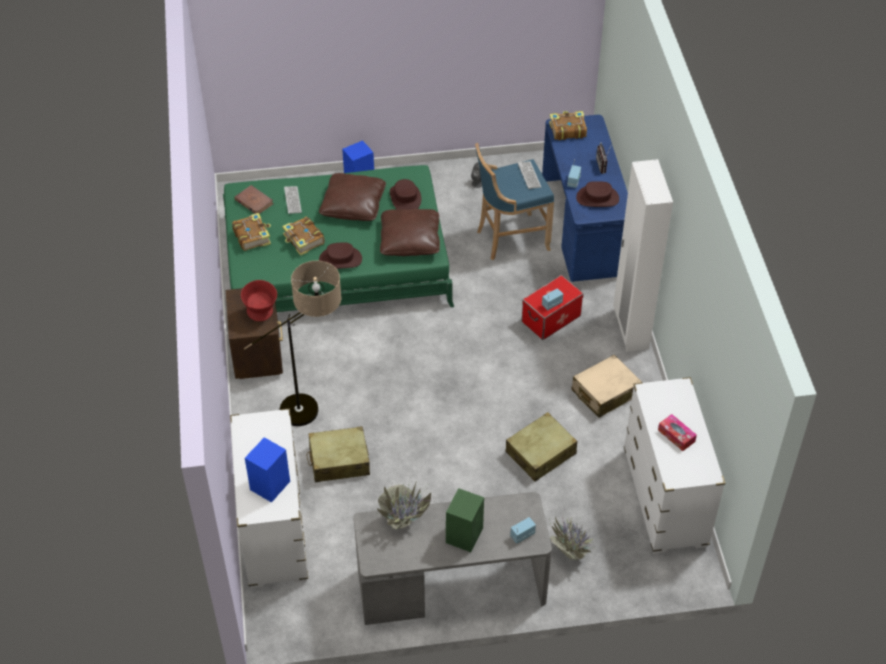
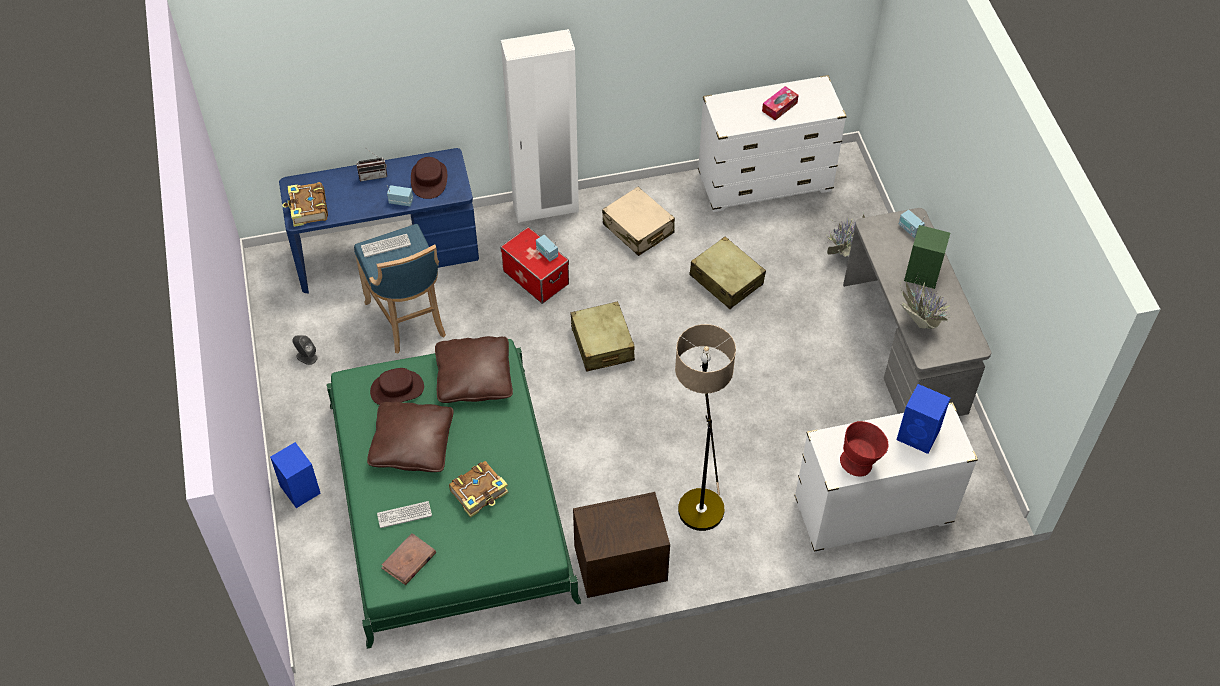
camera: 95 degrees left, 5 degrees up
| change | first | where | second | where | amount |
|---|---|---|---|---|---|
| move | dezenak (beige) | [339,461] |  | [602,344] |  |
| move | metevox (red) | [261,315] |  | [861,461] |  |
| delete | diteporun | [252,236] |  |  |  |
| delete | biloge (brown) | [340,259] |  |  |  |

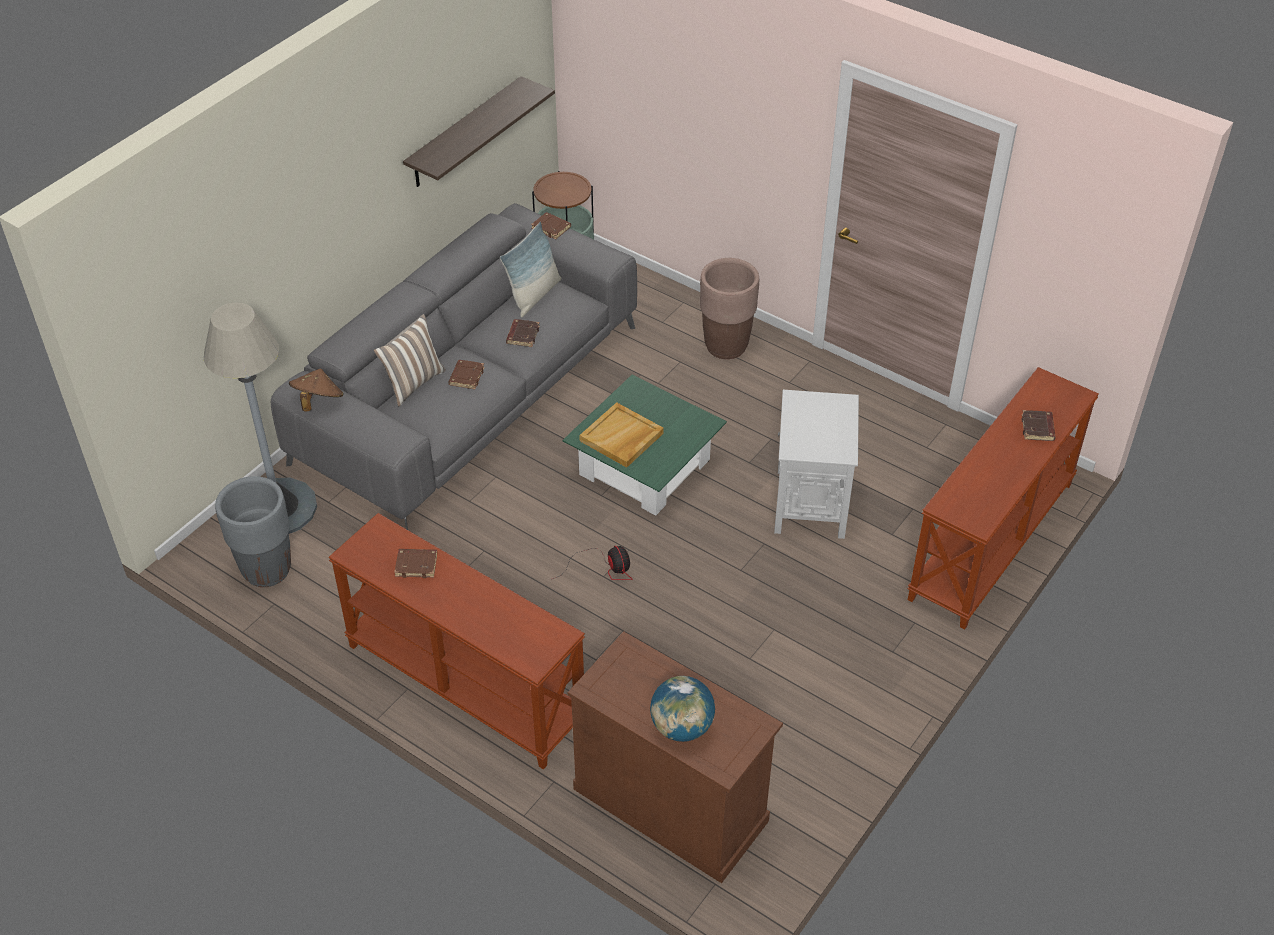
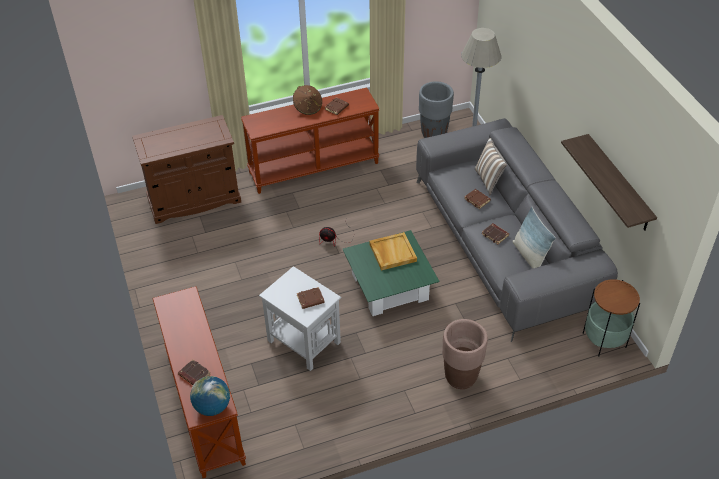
camera: 125 degrees right, 0 degrees up
| change | first | where | second | where | amount |
|---|---|---|---|---|---|
| move | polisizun | [682,727] |  | [212,407] |  |
| move | biloge (brown) | [318,401] |  | [308,107] |  |
| move | diteporun (brown) | [552,228] |  | [310,300] |  |

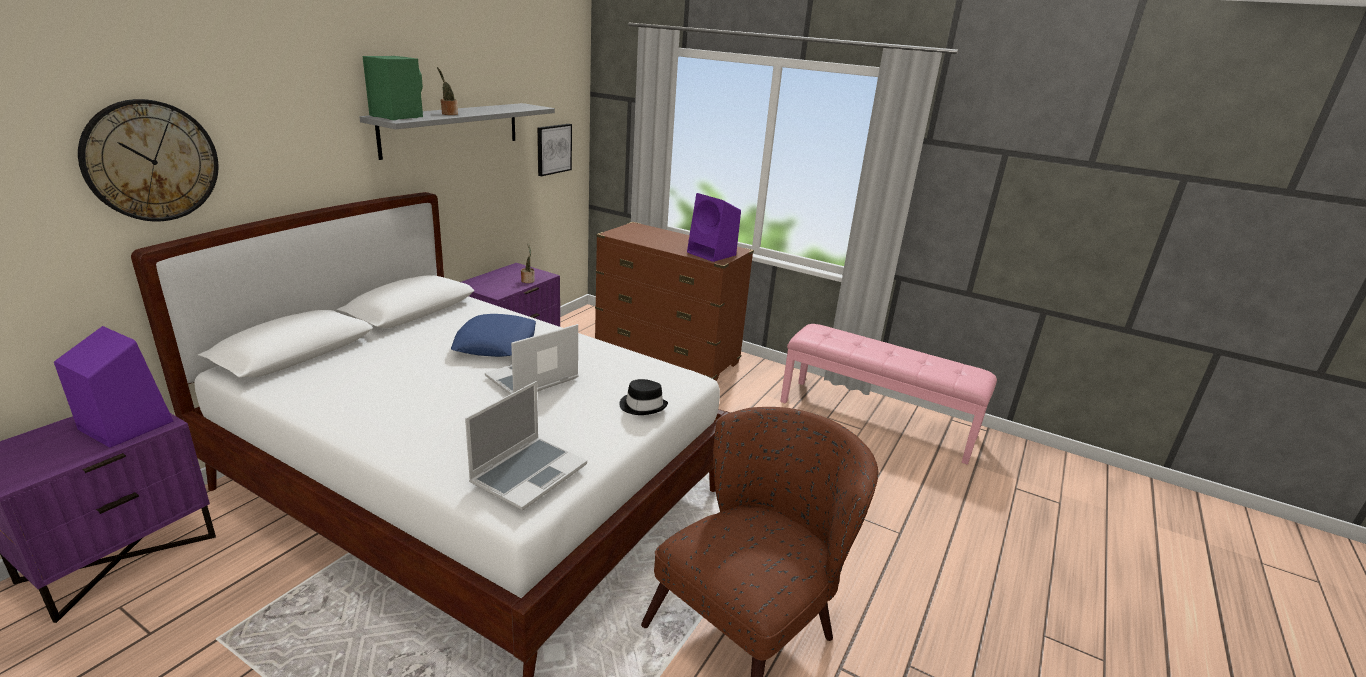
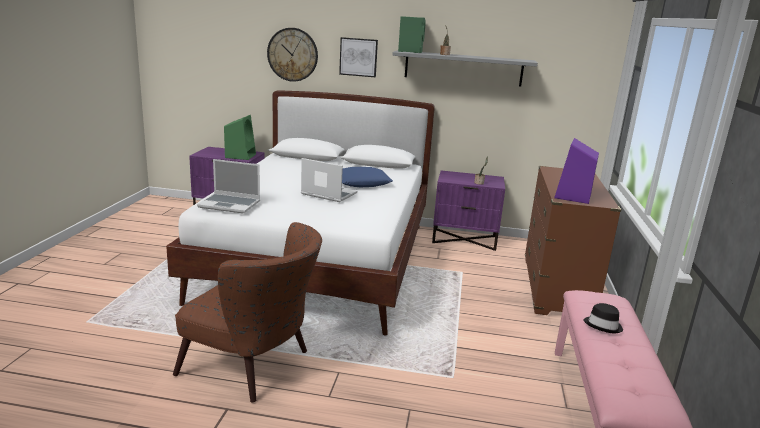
camera: 70 degrees right, 5 degrees down
| change | first | where | second | where | amount |
|---|---|---|---|---|---|
| recolor | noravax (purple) | [124,425] | noravax (green) | [240,156] |  |
| move | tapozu | [553,149] |  | [358,57] |  |
| move | biloge (black) | [643,406] |  | [603,325] |  |

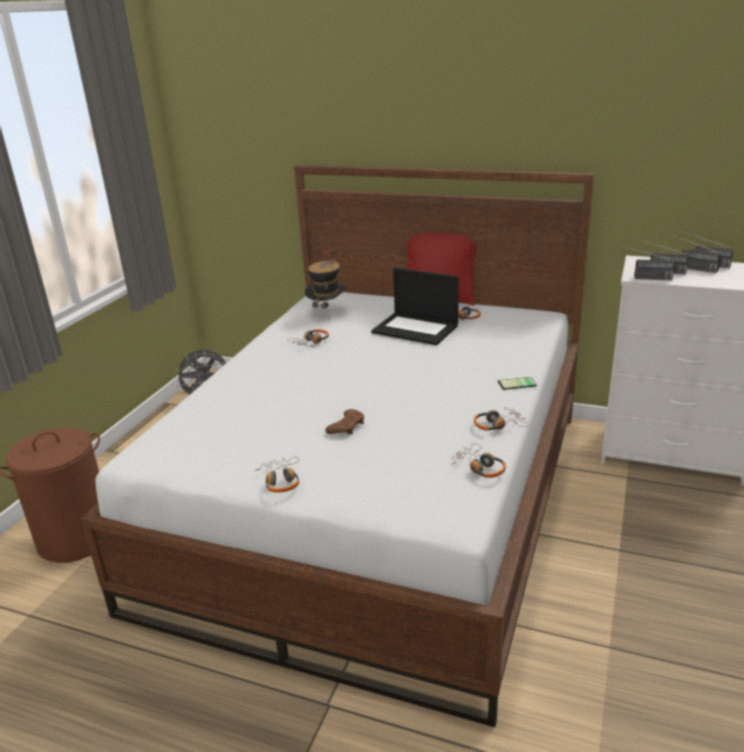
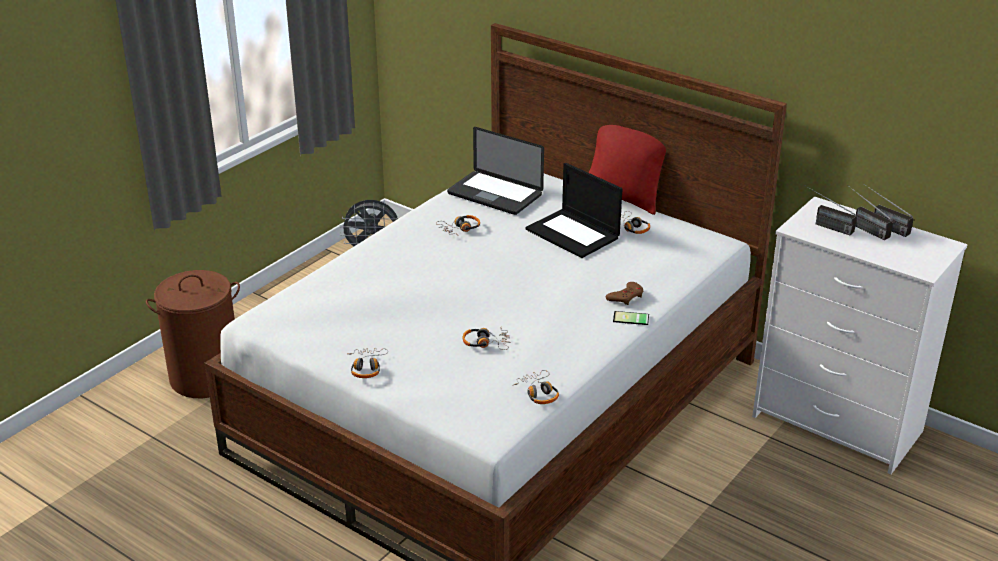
camera: 15 degrees right, 5 degrees up
| change | first | where | second | where | amount |
|---|---|---|---|---|---|
| replace | biloge | [327,313] | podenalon | [494,194] |  |
| move | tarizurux | [498,425] |  | [486,343] |  |
| move | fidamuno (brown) | [347,426] |  | [626,297] |  |
| delete | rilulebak | [643,278] |  |  |  |

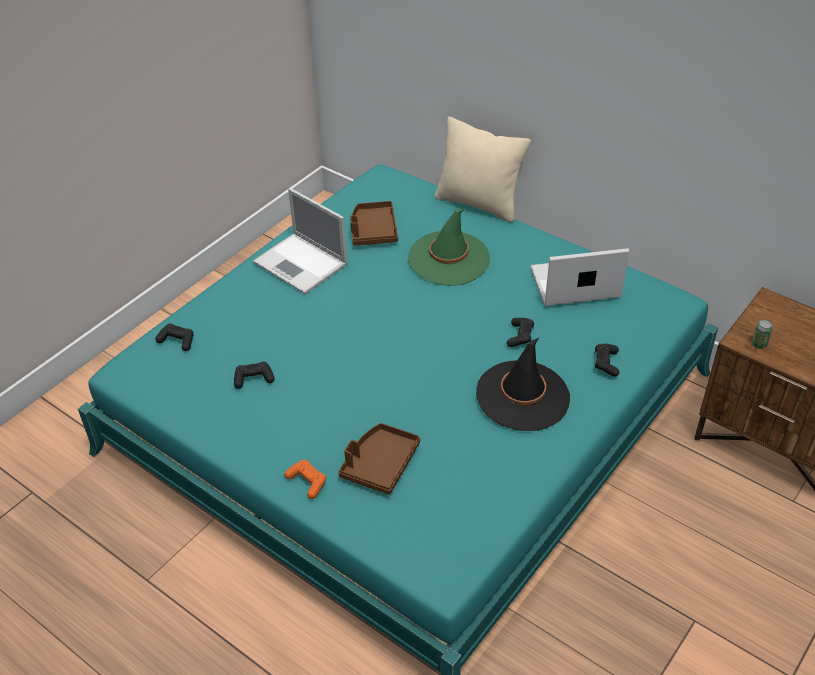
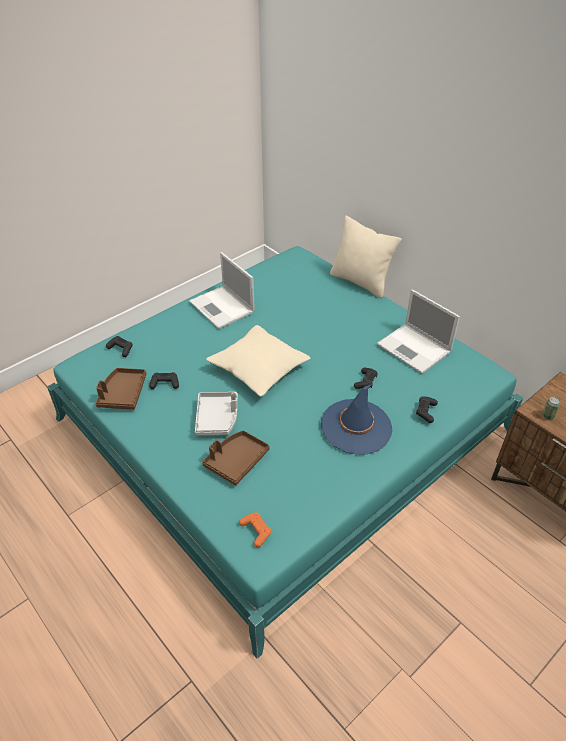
camera: 10 degrees right, 0 degrees up
| change | first | where | second | where | amount |
|---|---|---|---|---|---|
| move | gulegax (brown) | [373,231] |  | [122,394] |  |
| insert |  |  | gulegax (grey) | [217,418] |  |
| insert |  |  | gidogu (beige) | [258,368] |  |
| move | fidamuno (orange) | [307,482] |  | [256,531] |  |
| recolor | biloge (black) | [523,396] | biloge (blue) | [356,427] |  |
| rotate | podenalon | [573,284] |  | [415,349] | 135 degrees counterclockwise |
| delete | biloge (green) | [449,259] |  |  |  |

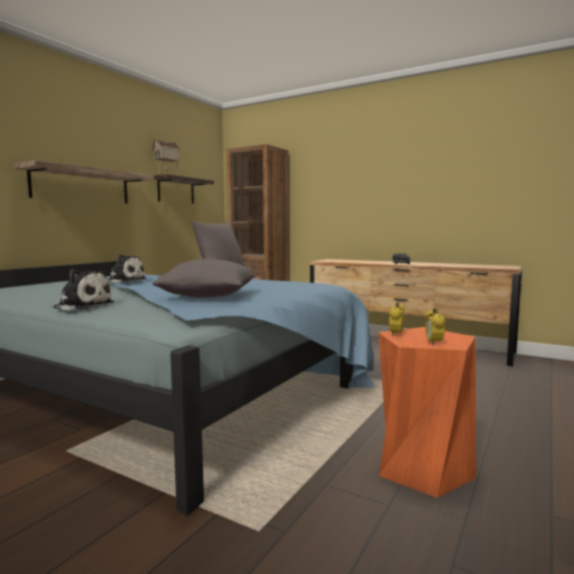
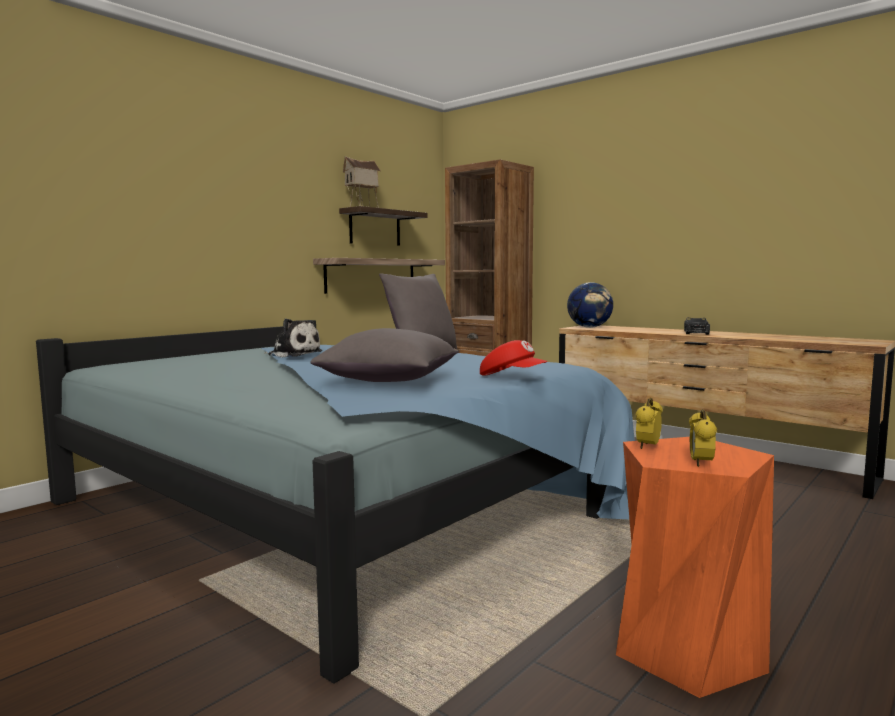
camera: 10 degrees right, 0 degrees up
| change | first | where | second | where | amount |
|---|---|---|---|---|---|
| move | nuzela | [82,186] |  | [371,275] |  |
| insert |  |  | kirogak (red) | [512,377] |  |
| insert |  |  | polisizun | [589,327] |  |
| delete | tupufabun | [82,306] |  |  |  |

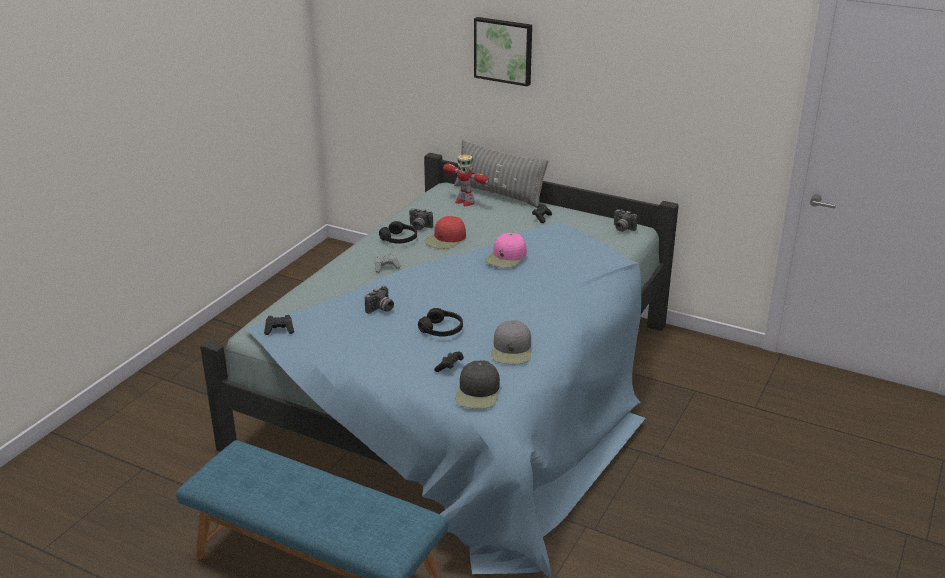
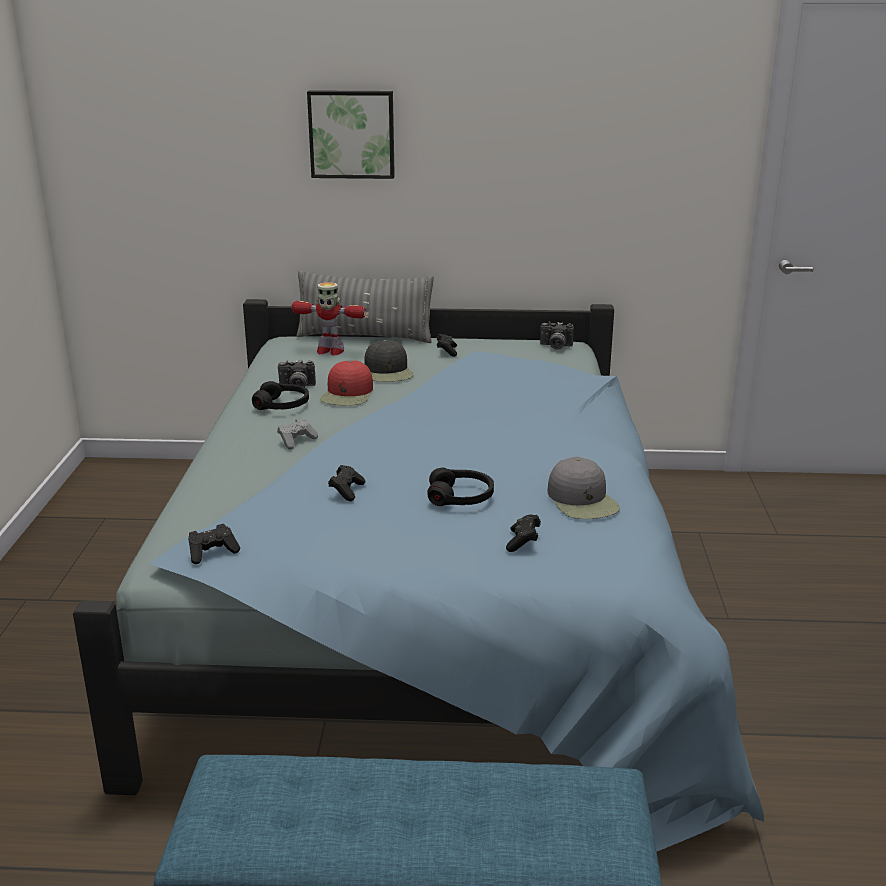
camera: 25 degrees left, 5 degrees down
| change | first | where | second | where | amount |
|---|---|---|---|---|---|
| replace | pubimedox | [381,309] | fidamuno (black) | [347,491] |  |
| move | kirogak (black) | [478,392] |  | [388,372] |  |
| delete | kirogak (pink) | [506,257] |  |  |  |

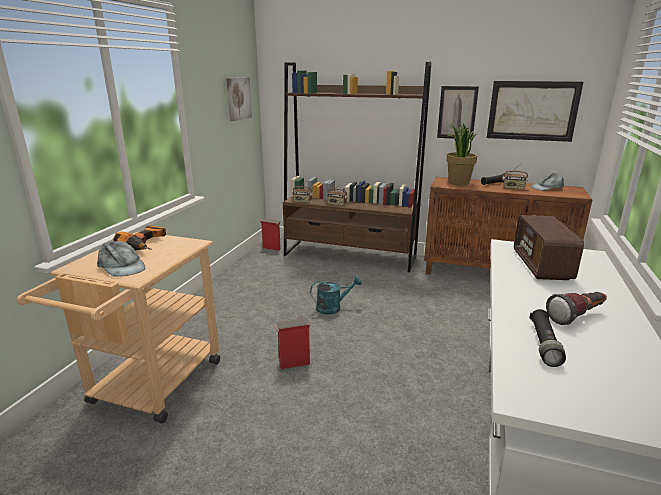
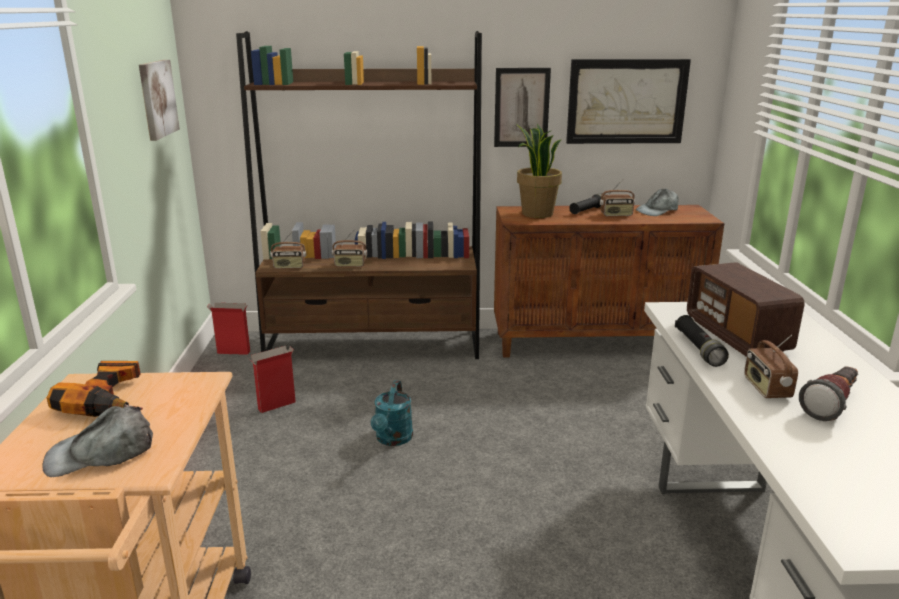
camera: 20 degrees left, 0 degrees up
| change | first | where | second | where | amount |
|---|---|---|---|---|---|
| rotate | kirogak (grey) | [121,267] |  | [100,453] | 135 degrees clockwise |
| move | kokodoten | [294,364] |  | [276,406] |  |
| rotate | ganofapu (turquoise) | [333,308] |  | [392,439] | 135 degrees clockwise |
| move | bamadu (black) | [544,344] |  | [698,349] |  |
| insert |  |  | rilulebak | [766,388] |  |

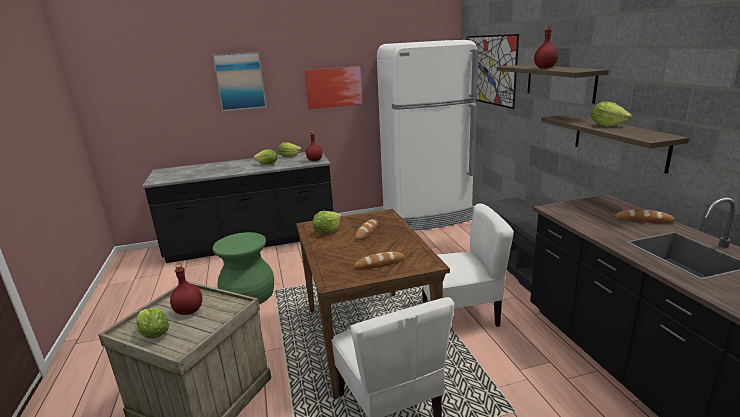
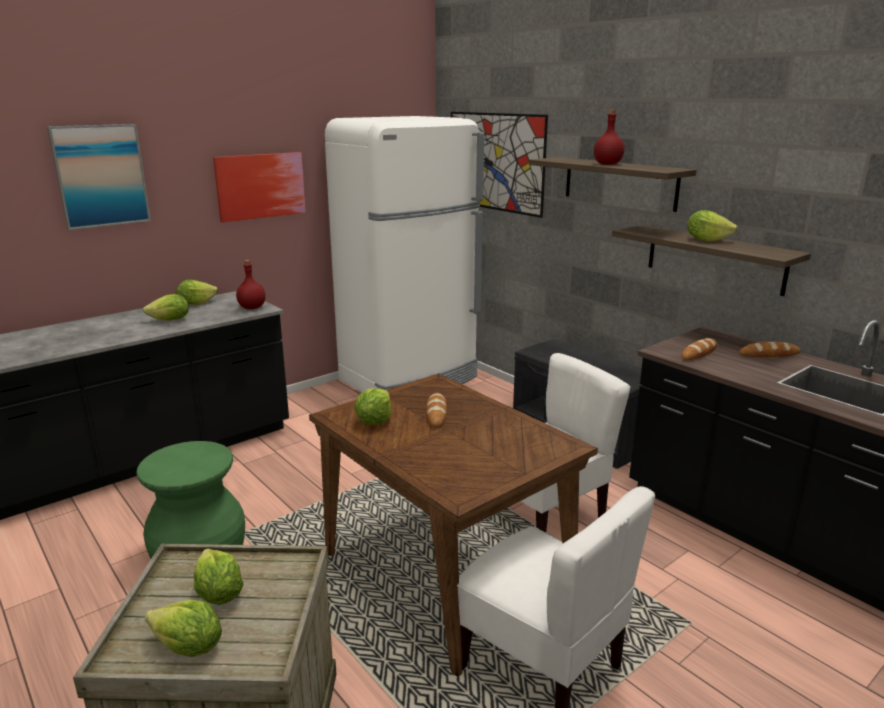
camera: 25 degrees left, 0 degrees up
| change | first | where | second | where | amount |
|---|---|---|---|---|---|
| replace | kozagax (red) | [188,311] | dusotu | [218,594] |  |
| move | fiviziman | [379,263] |  | [699,353] |  |

